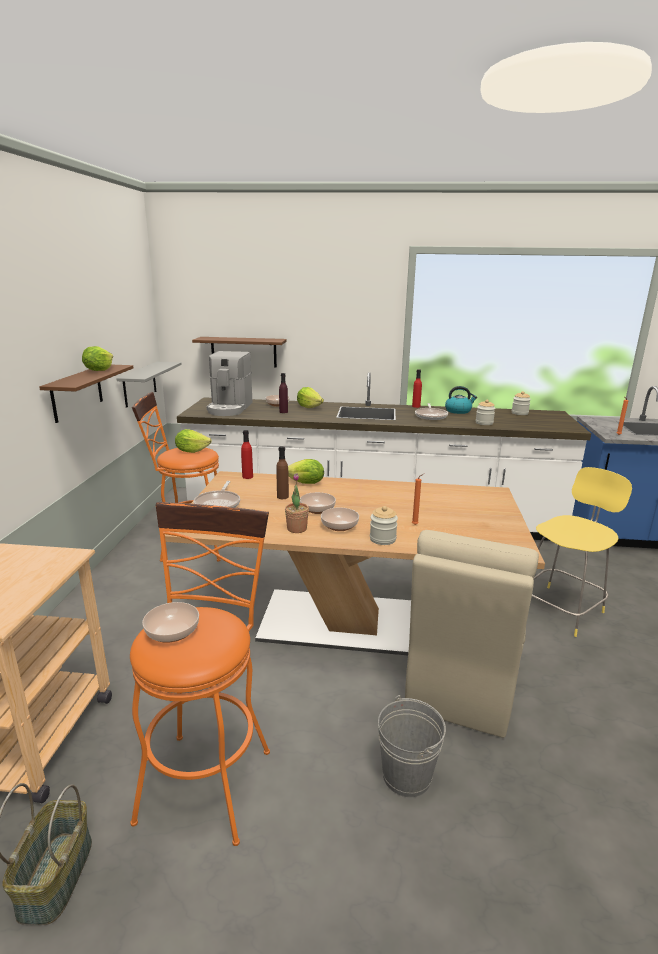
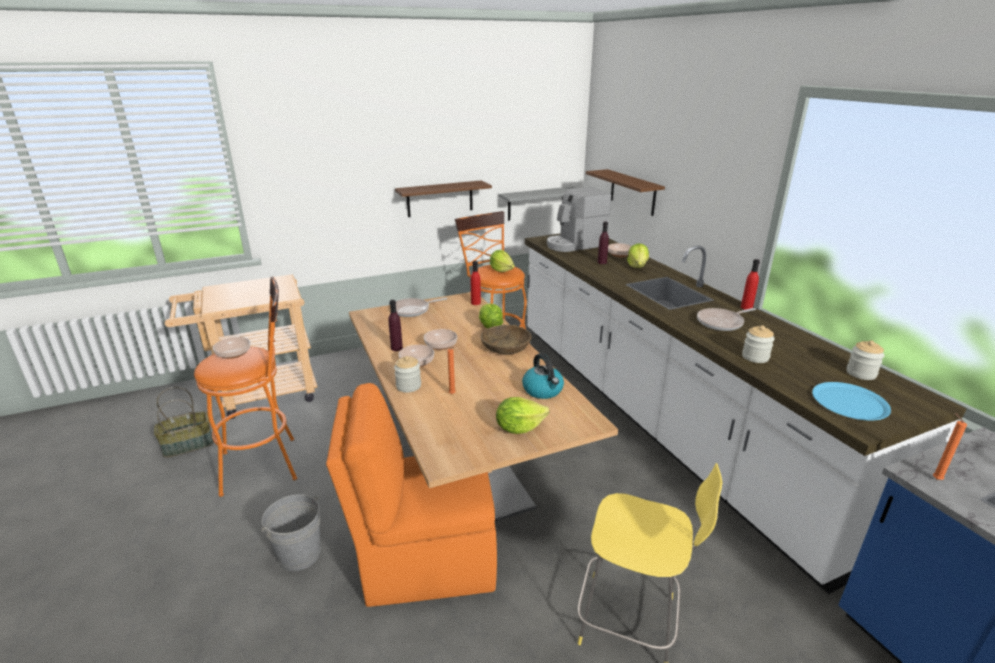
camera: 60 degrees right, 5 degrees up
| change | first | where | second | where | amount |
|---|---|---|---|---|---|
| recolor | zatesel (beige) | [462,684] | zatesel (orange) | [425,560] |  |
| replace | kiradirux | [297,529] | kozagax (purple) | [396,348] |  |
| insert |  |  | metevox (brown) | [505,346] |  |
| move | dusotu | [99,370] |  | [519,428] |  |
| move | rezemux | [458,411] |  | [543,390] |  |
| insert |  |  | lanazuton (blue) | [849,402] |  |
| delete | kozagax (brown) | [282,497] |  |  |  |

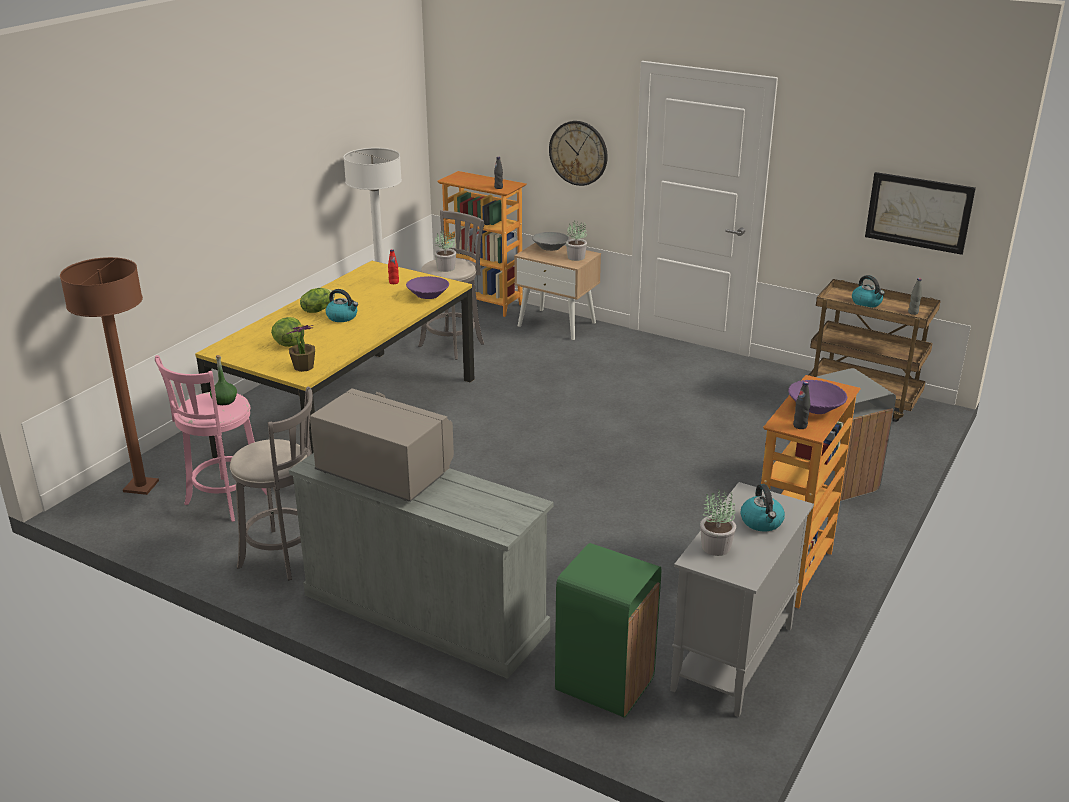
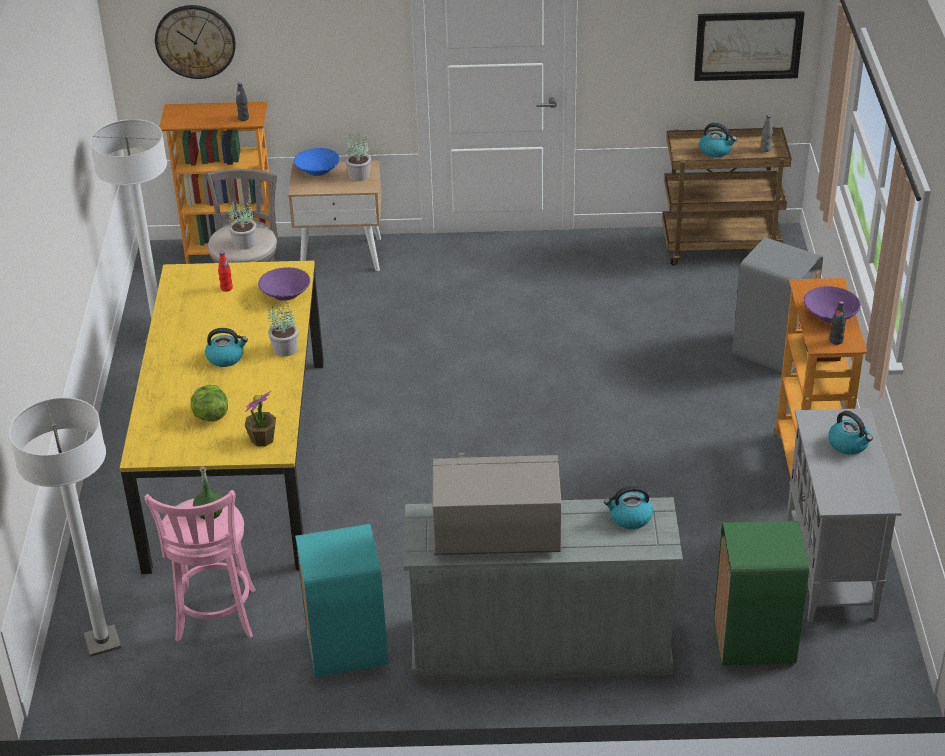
camera: 30 degrees left, 10 degrees up
| change | first | where | second | where | amount |
|---|---|---|---|---|---|
| recolor | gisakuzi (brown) | [141,487] | gisakuzi (white) | [102,642] |  |
| move | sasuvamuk | [578,153] |  | [195,41] |  |
| move | kiradirux | [716,546] |  | [285,348] |  |
| recolor | metevox (grey) | [550,248] | metevox (blue) | [317,171] |  |
| replace | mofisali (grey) | [285,555] | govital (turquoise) | [347,649] |  |
| insert |  |  | rezemux | [629,517] |  |
| delete | dusotu | [317,310] |  |  |  |

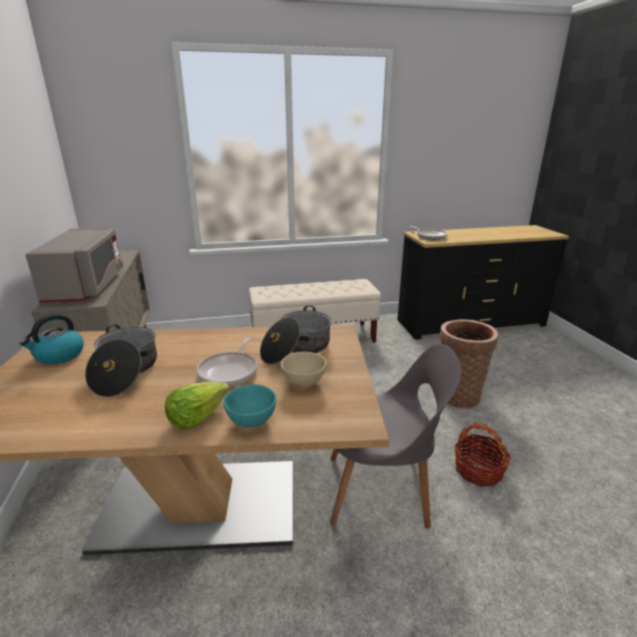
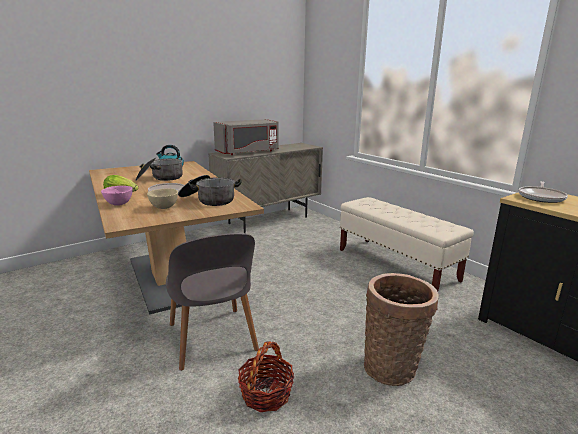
camera: 65 degrees right, 5 degrees down
| change | first | where | second | where | amount |
|---|---|---|---|---|---|
| recolor | metevox (turquoise) | [252,422] | metevox (pink) | [118,204] |  |

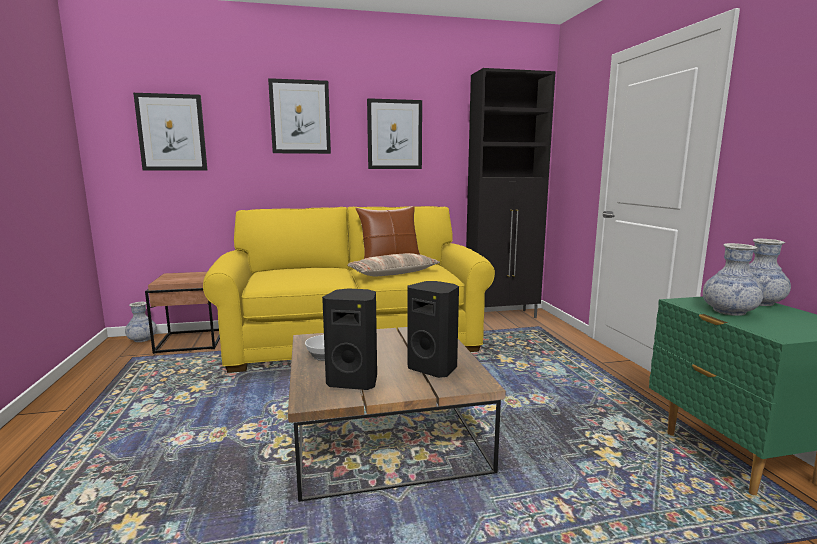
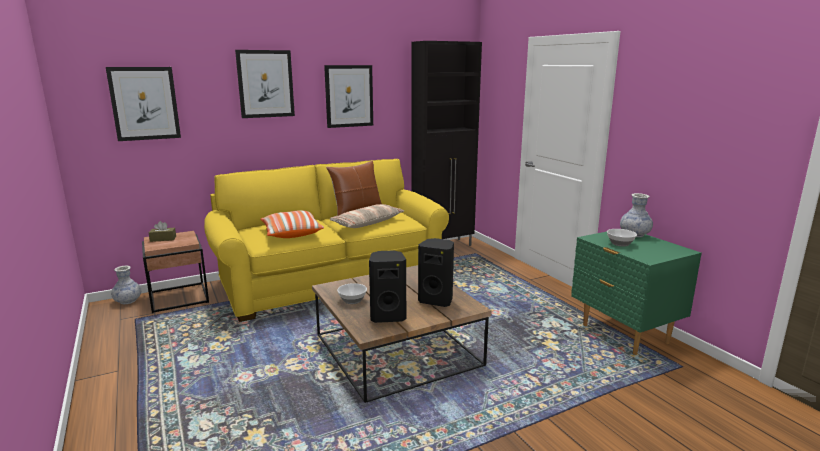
camera: 15 degrees left, 5 degrees up
| change | first | where | second | where | amount |
|---|---|---|---|---|---|
| insert |  |  | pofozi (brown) | [163,239] |  |
| insert |  |  | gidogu | [291,233] |  |
| replace | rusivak | [729,311] | metevox | [619,244] |  |

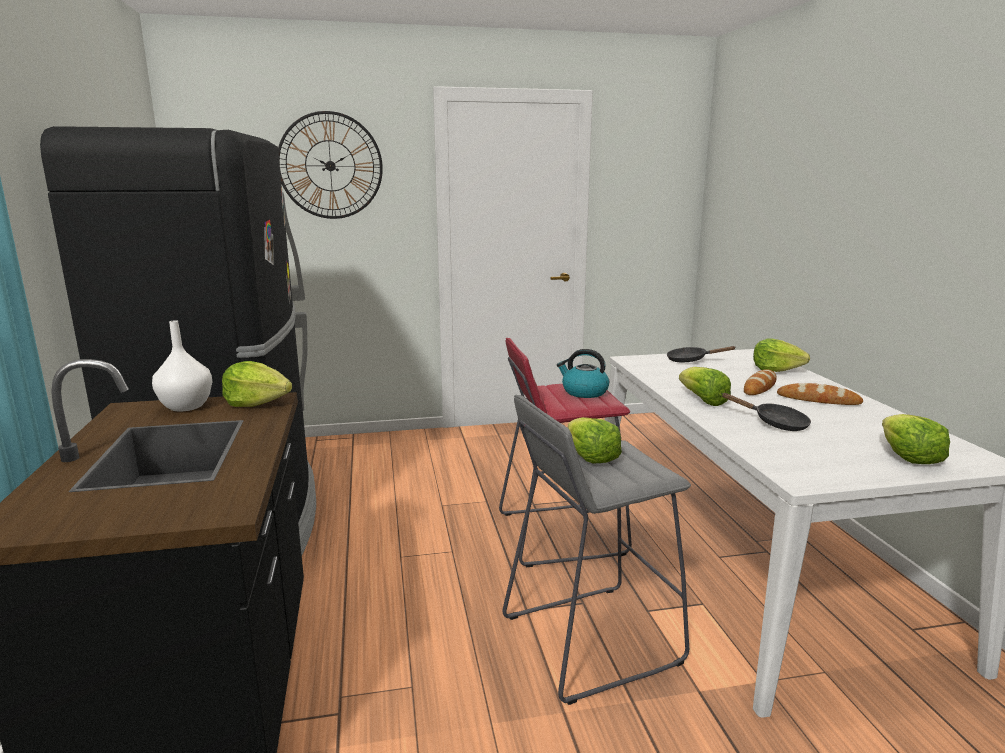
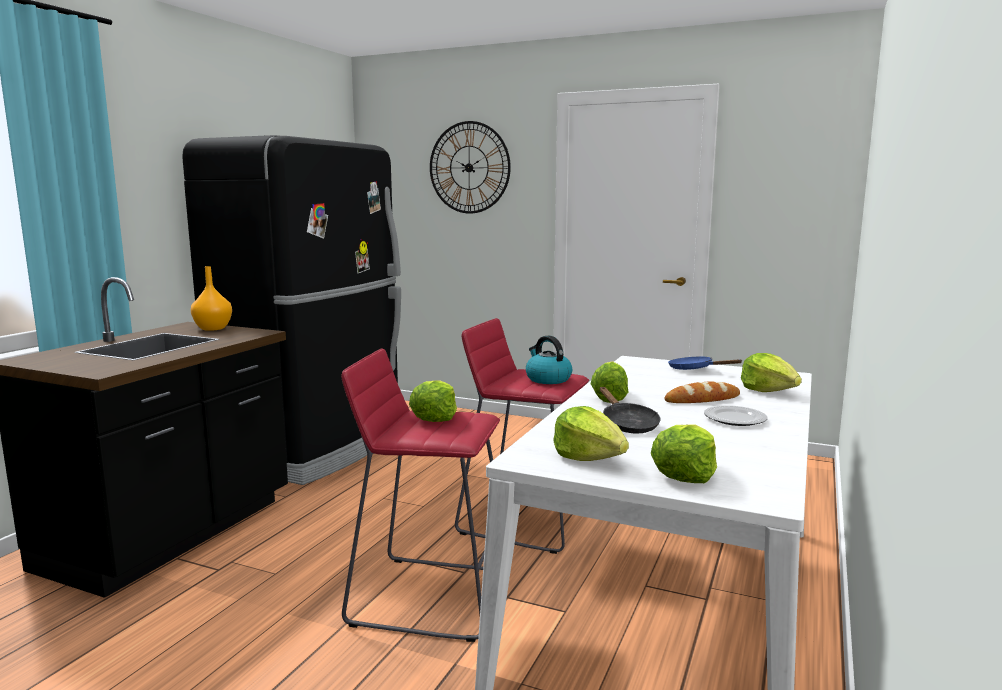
camera: 35 degrees right, 5 degrees down
| change | first | where | second | where | amount |
|---|---|---|---|---|---|
| recolor | rusivak (white) | [185,407] | rusivak (orange) | [212,328] |  |
| recolor | mofisali (grey) | [589,639] | mofisali (red) | [429,596] |  |
| move | dusotu | [257,403] |  | [589,457] |  |
| recolor | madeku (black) | [690,360] | madeku (blue) | [694,369] |  |
| replace | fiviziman | [818,400] | lanazuton | [735,419] |  |

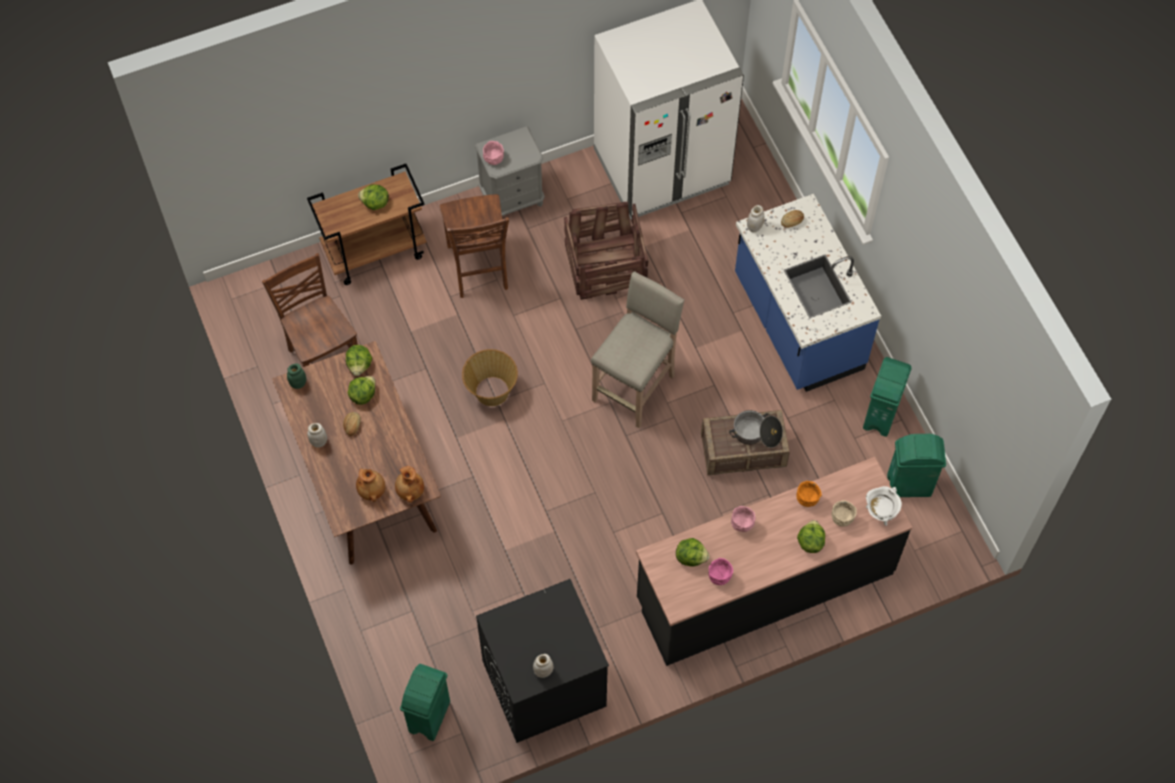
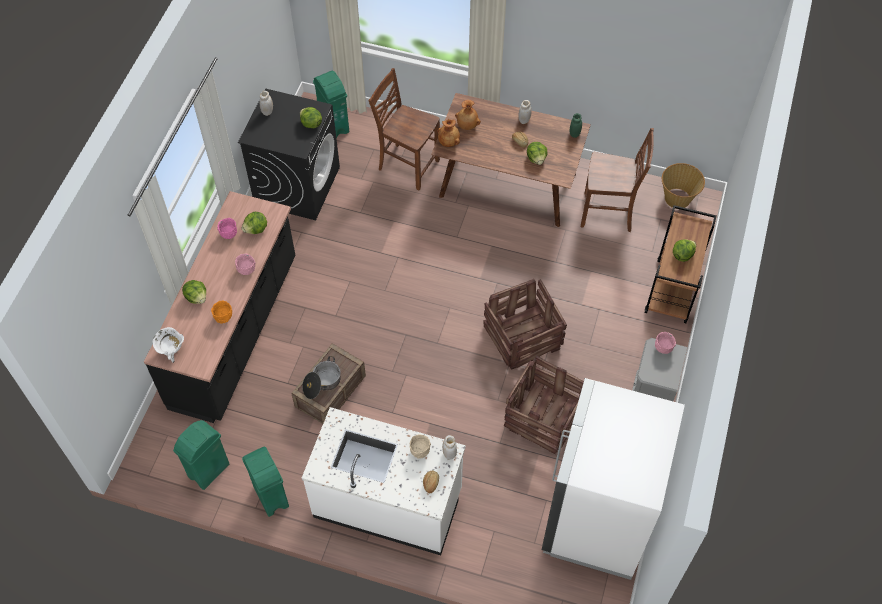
camera: 130 degrees right, 5 degrees down
| change | first | where | second | where | amount |
|---|---|---|---|---|---|
| move | dusotu | [359,365] |  | [311,124] |  |
| recolor | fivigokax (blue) | [796,323] | fivigokax (white) | [388,502] |  |
| move | zatesel (brown) | [478,268] |  | [407,165] |  |
| move | metevox (beige) | [841,518] |  | [420,451] |  |
| insert |  |  | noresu | [523,336] |  |
| move | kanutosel | [491,391] |  | [677,198] |  |
| delete | mofisali (beige) | [635,387] |  |  |  |

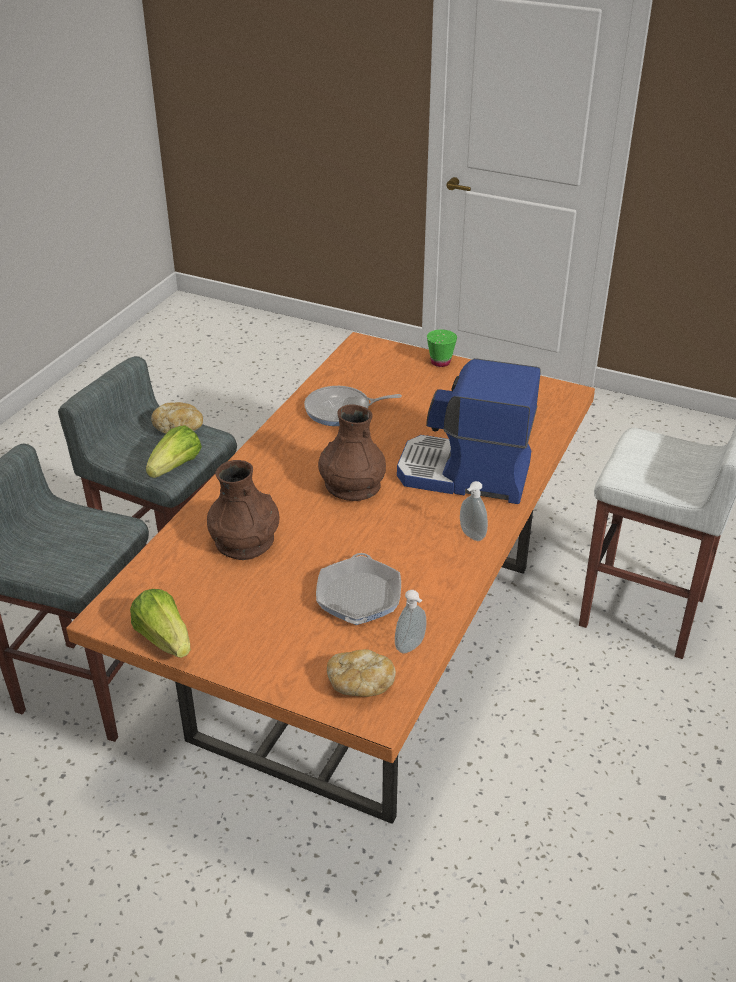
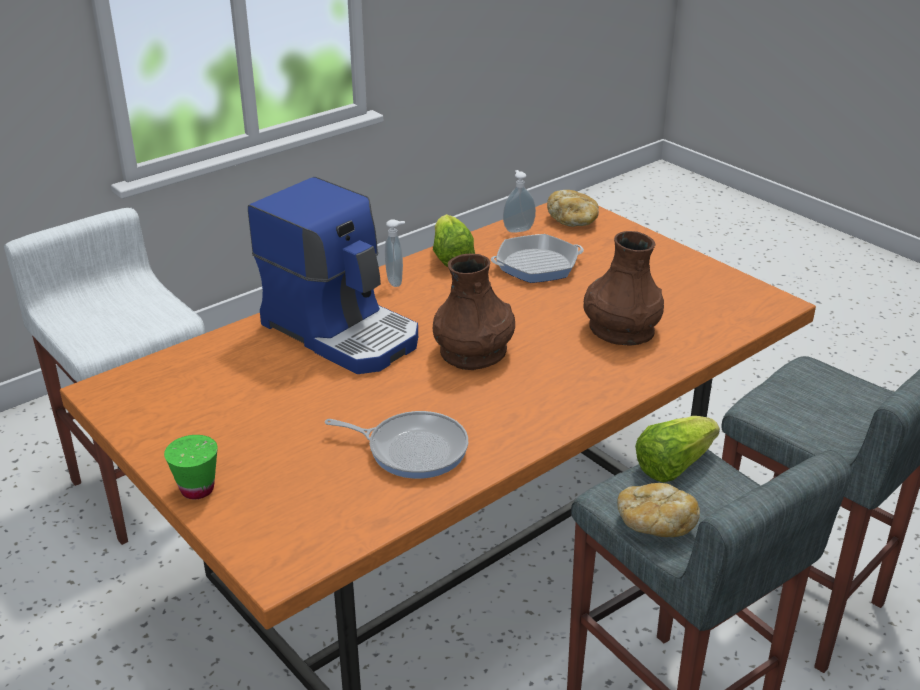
camera: 155 degrees left, 5 degrees down
| change | first | where | second | where | amount |
|---|---|---|---|---|---|
| move | dusotu | [164,639] |  | [451,257] |  |
| rotate | madeku | [358,597] |  | [537,265] | 45 degrees clockwise |

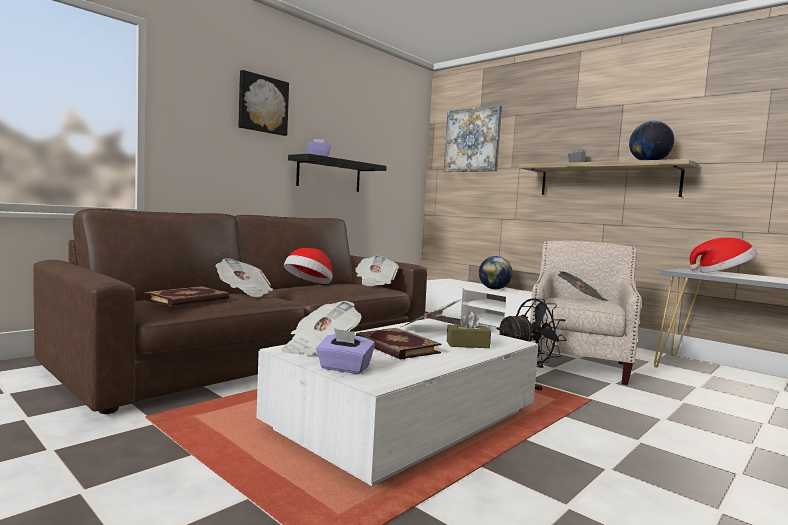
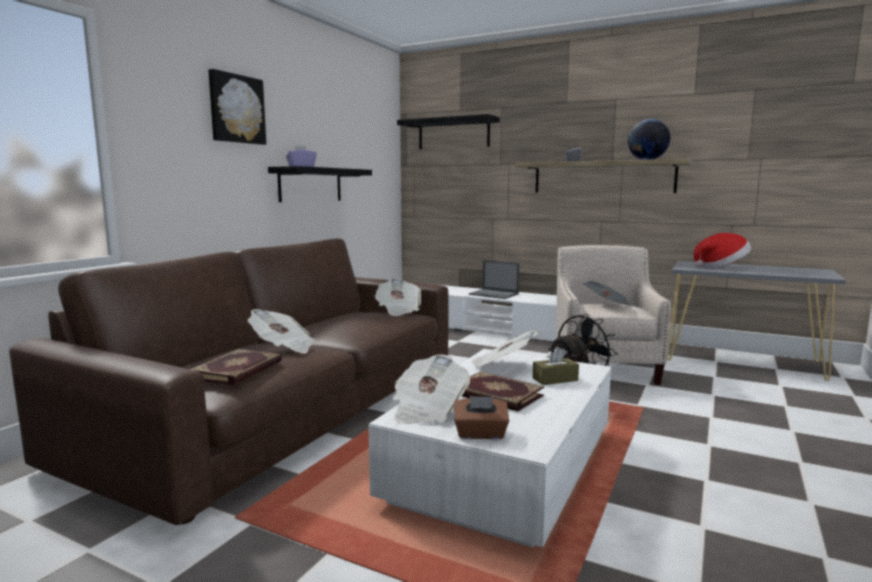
camera: 15 degrees left, 5 degrees up
| change | first | where | second | where | amount |
|---|---|---|---|---|---|
| replace | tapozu | [472,140] | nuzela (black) | [453,134] |  |
| recolor | pofozi (purple) | [344,368] | pofozi (brown) | [480,434] |  |
| replace | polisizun | [494,289] | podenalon | [494,294] |  |
| delete | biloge | [309,285] |  |  |  |

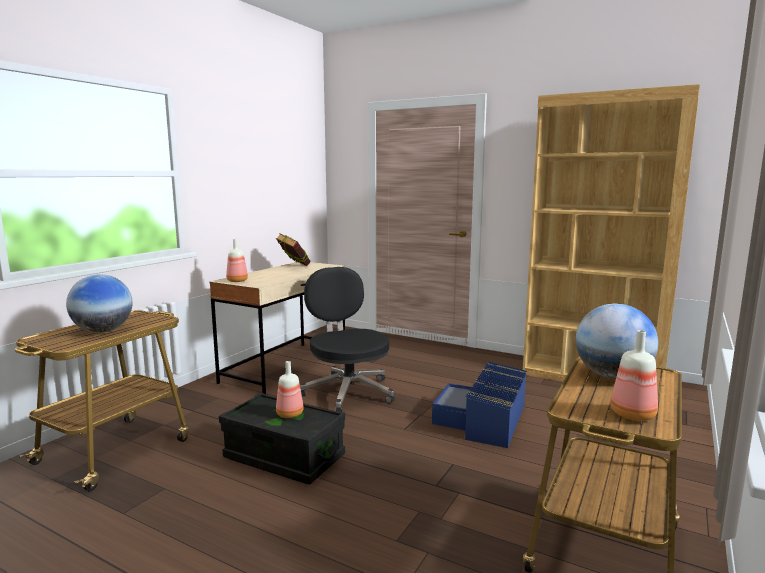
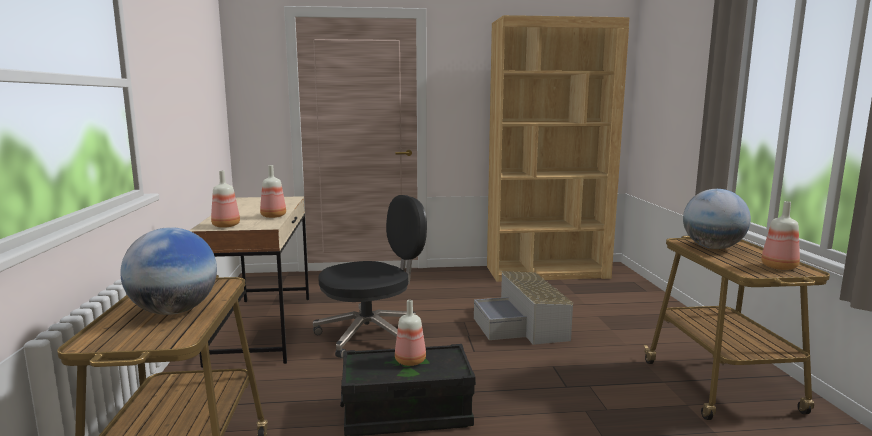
camera: 35 degrees left, 0 degrees up
| change | first | where | second | where | amount |
|---|---|---|---|---|---|
| insert |  |  | kozagax | [273,216] |  |
| rotate | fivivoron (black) | [348,392] |  | [371,334] | 120 degrees clockwise |
| recolor | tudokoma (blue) | [483,420] | tudokoma (grey) | [523,325] |  |
| delete | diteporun | [294,266] |  |  |  |

